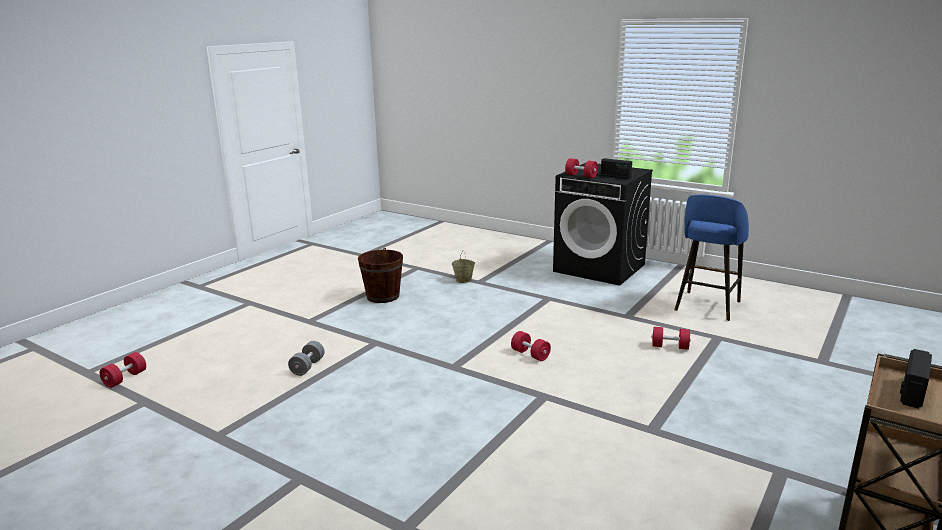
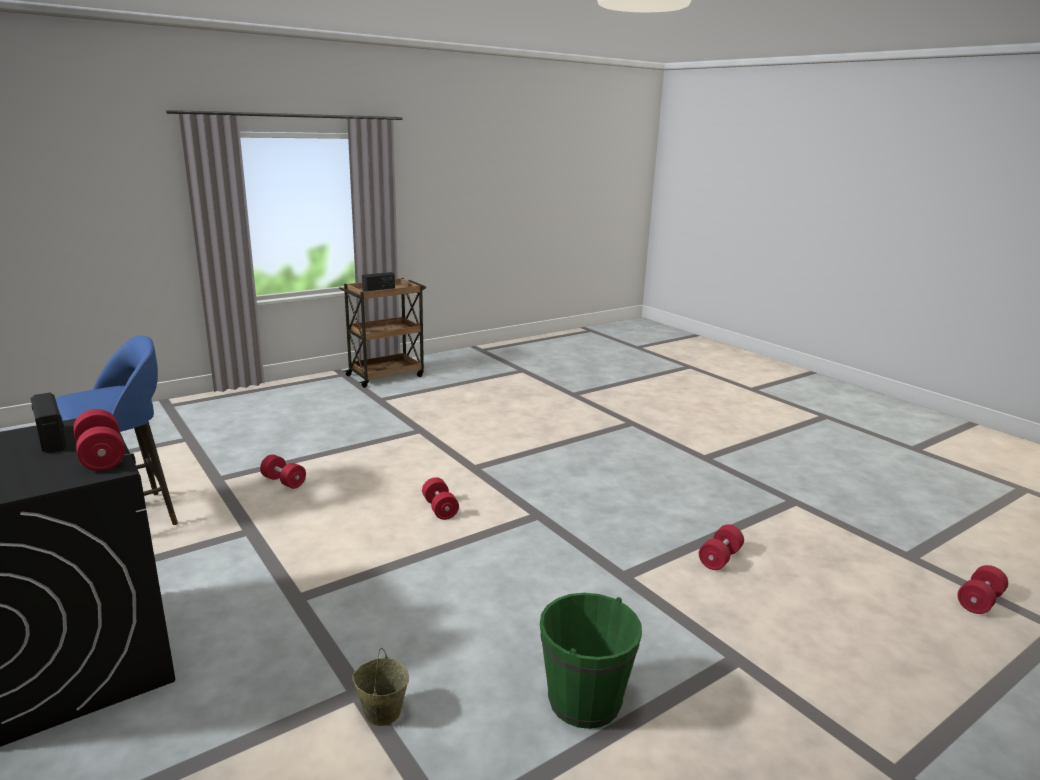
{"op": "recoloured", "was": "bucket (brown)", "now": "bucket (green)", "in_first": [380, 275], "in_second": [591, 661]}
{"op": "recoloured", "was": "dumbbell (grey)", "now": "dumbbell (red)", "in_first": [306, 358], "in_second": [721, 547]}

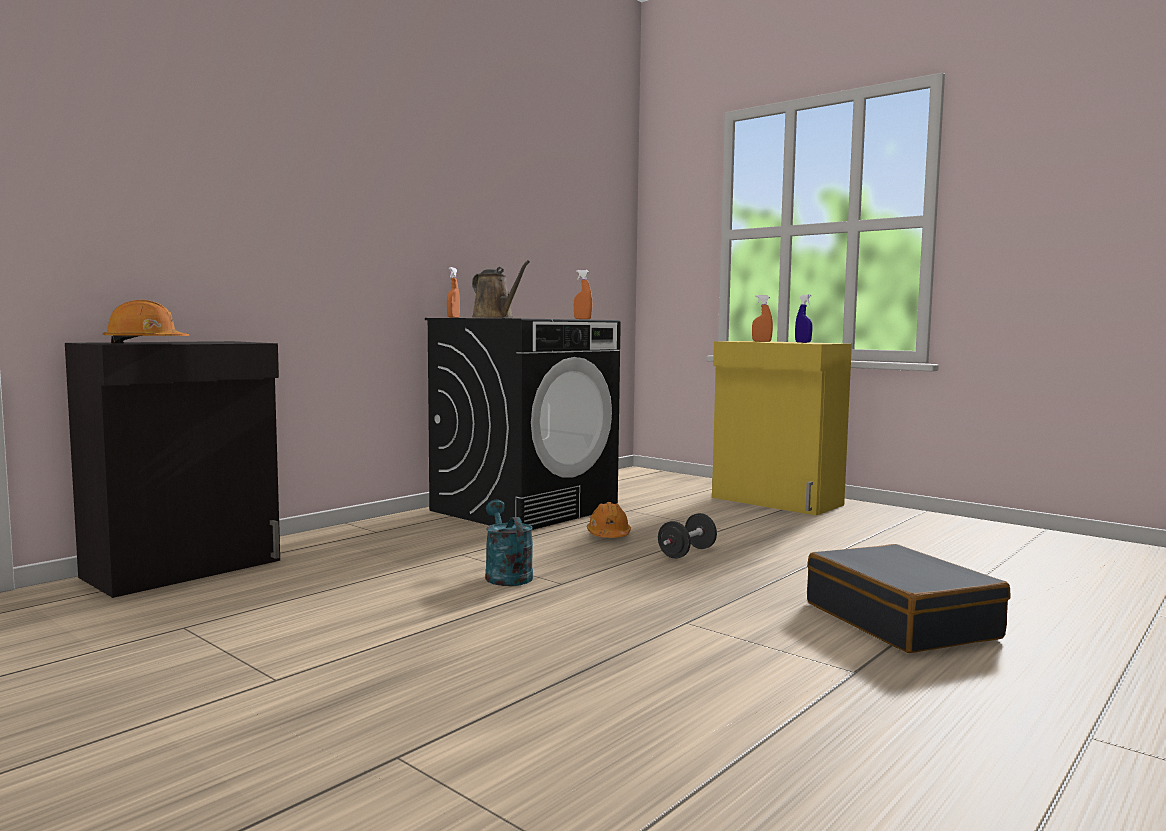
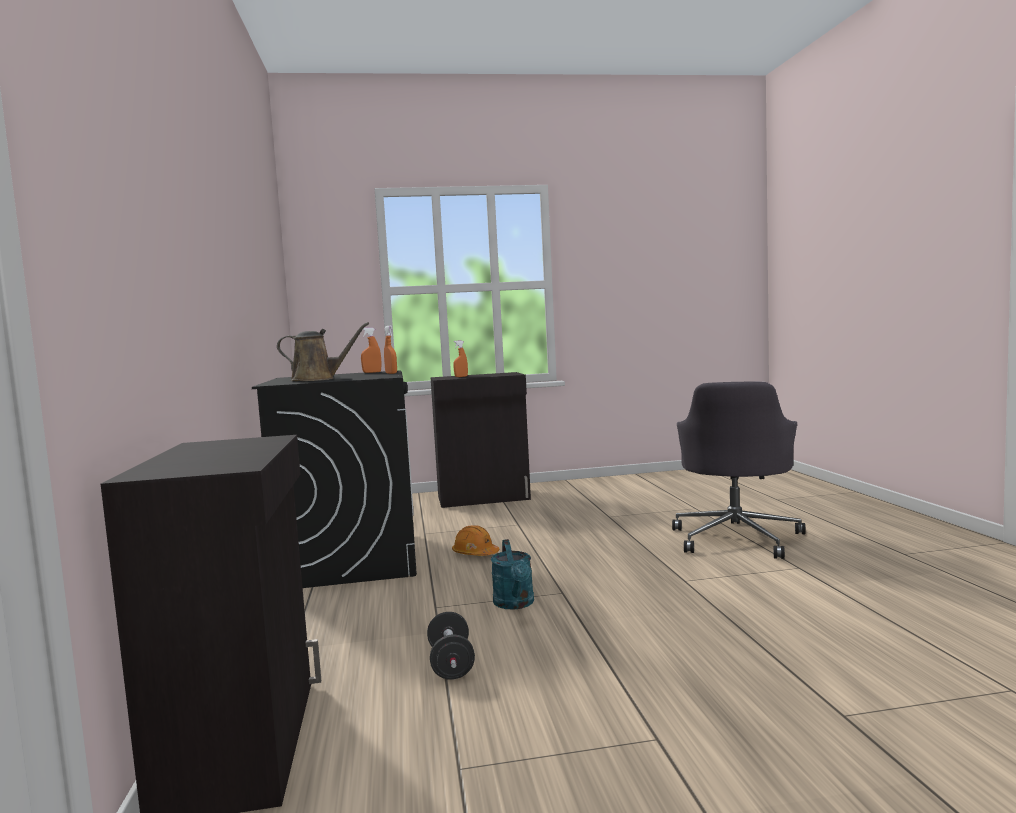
{"op": "moved", "was": "spray bottle (orange)", "in_first": [453, 292], "in_second": [390, 350]}
{"op": "moved", "was": "dumbbell (black)", "in_first": [687, 536], "in_second": [451, 646]}
{"op": "recoloured", "was": "cabinet (yellow)", "now": "cabinet (black)", "in_first": [782, 428], "in_second": [481, 440]}
{"op": "turned", "was": "watering can (turquoise)", "in_first": [509, 543], "in_second": [512, 574], "clockwise": -120}
{"op": "replaced", "was": "suitcase (black)", "now": "office chair (grey)", "in_first": [909, 598], "in_second": [738, 470]}
{"op": "removed", "was": "hard hat (orange)", "in_first": [146, 321]}
{"op": "removed", "was": "spray bottle (blue)", "in_first": [804, 318]}

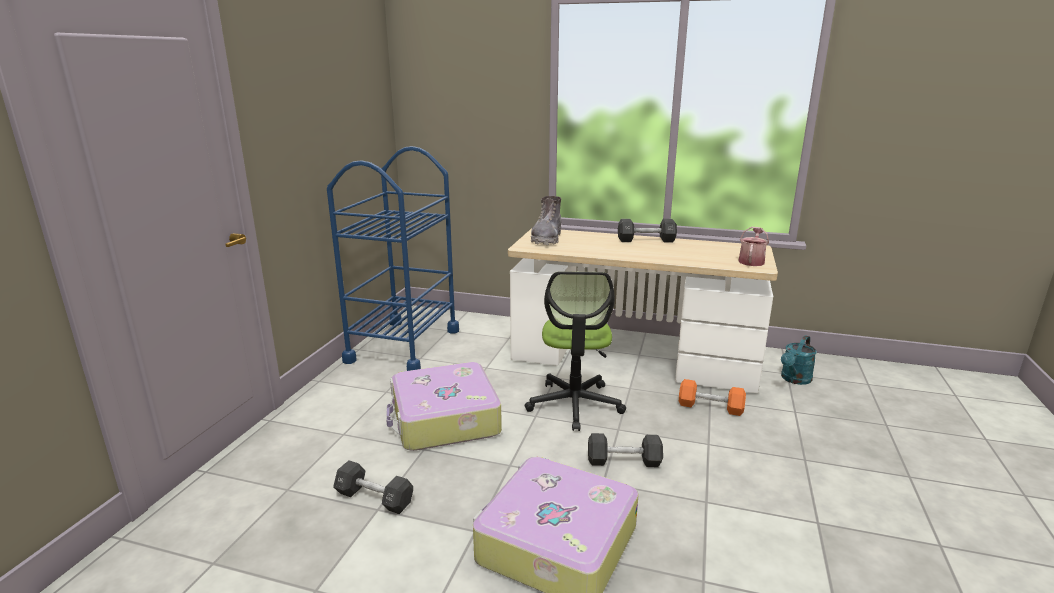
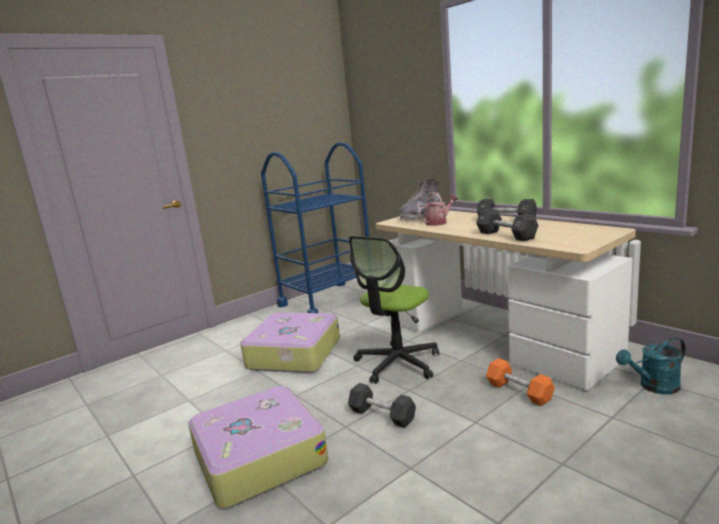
{"op": "moved", "was": "watering can", "in_first": [753, 246], "in_second": [438, 209]}
{"op": "moved", "was": "dumbbell (black)", "in_first": [373, 487], "in_second": [507, 225]}

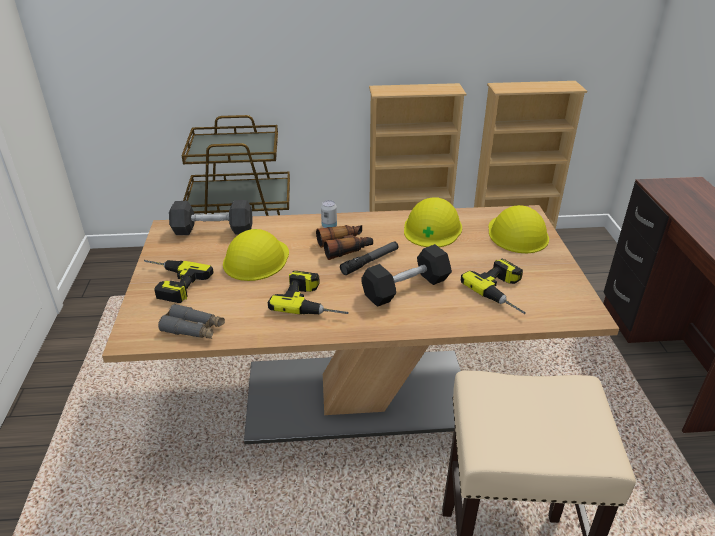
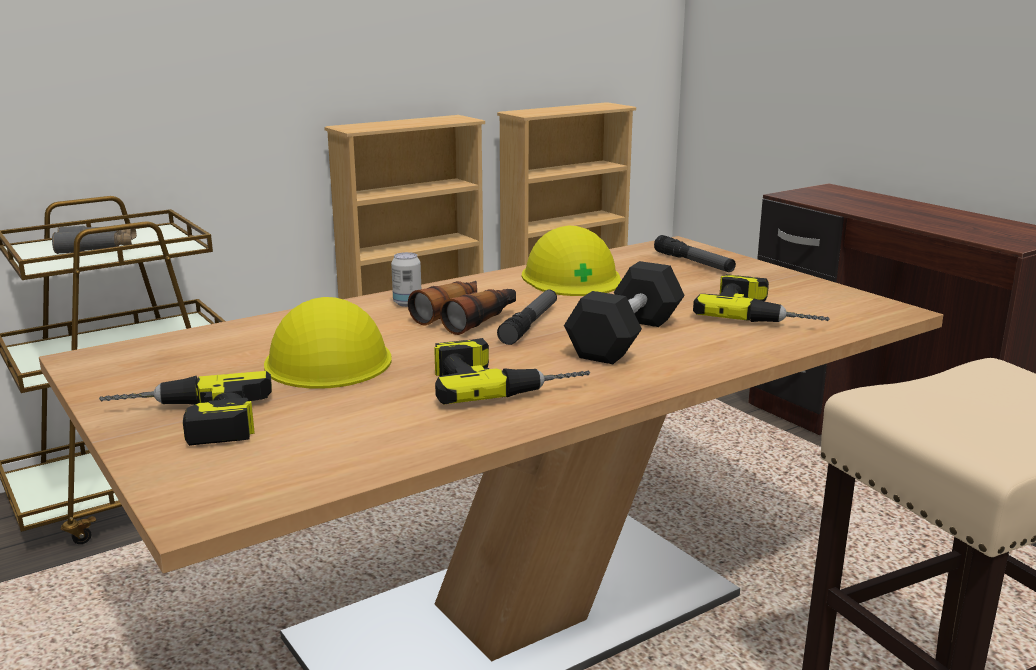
{"op": "moved", "was": "binoculars (grey)", "in_first": [191, 321], "in_second": [94, 240]}
{"op": "replaced", "was": "hard hat (yellow)", "now": "flashlight", "in_first": [519, 229], "in_second": [695, 253]}
{"op": "removed", "was": "dumbbell (grey)", "in_first": [211, 217]}

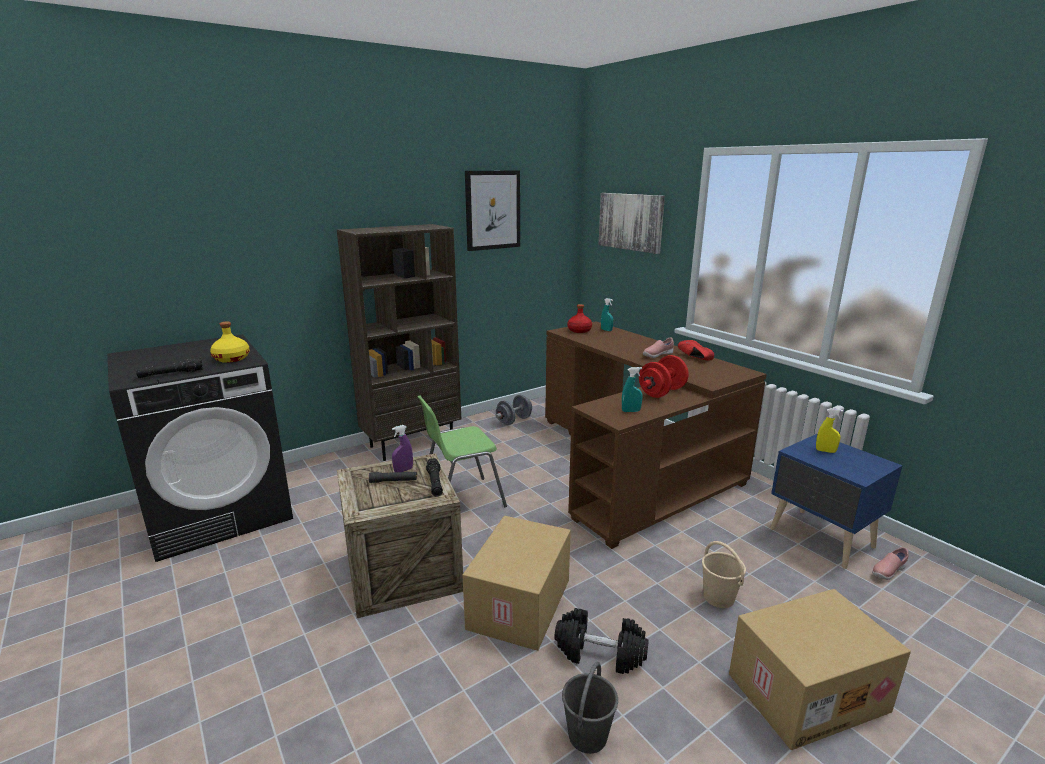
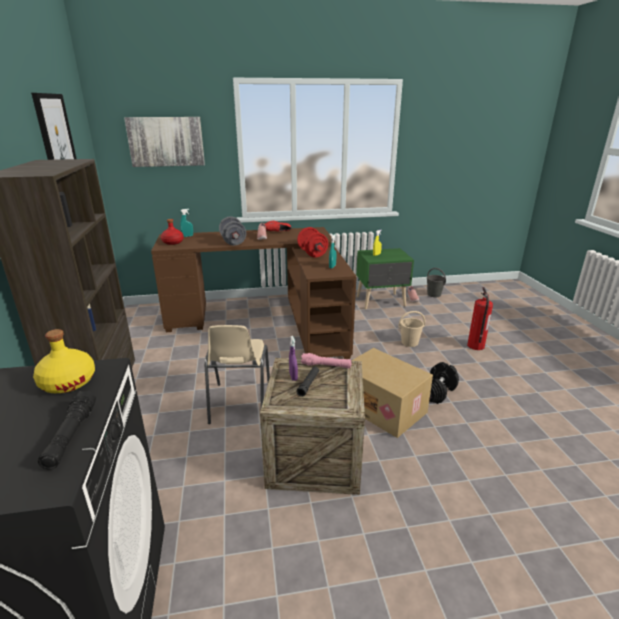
{"op": "recoloured", "was": "chair (green)", "now": "chair (beige)", "in_first": [462, 451], "in_second": [237, 374]}
{"op": "moved", "was": "dumbbell (grey)", "in_first": [513, 410], "in_second": [232, 230]}
{"op": "recoloured", "was": "flashlight (black)", "now": "flashlight (pink)", "in_first": [434, 477], "in_second": [326, 361]}
{"op": "recoloured", "was": "nightstand (blue)", "now": "nightstand (green)", "in_first": [836, 501], "in_second": [385, 278]}
{"op": "moved", "was": "bucket (grey)", "in_first": [590, 708], "in_second": [436, 282]}
{"op": "replaced", "was": "cardboard box", "now": "fire extinguisher", "in_first": [820, 669], "in_second": [480, 318]}

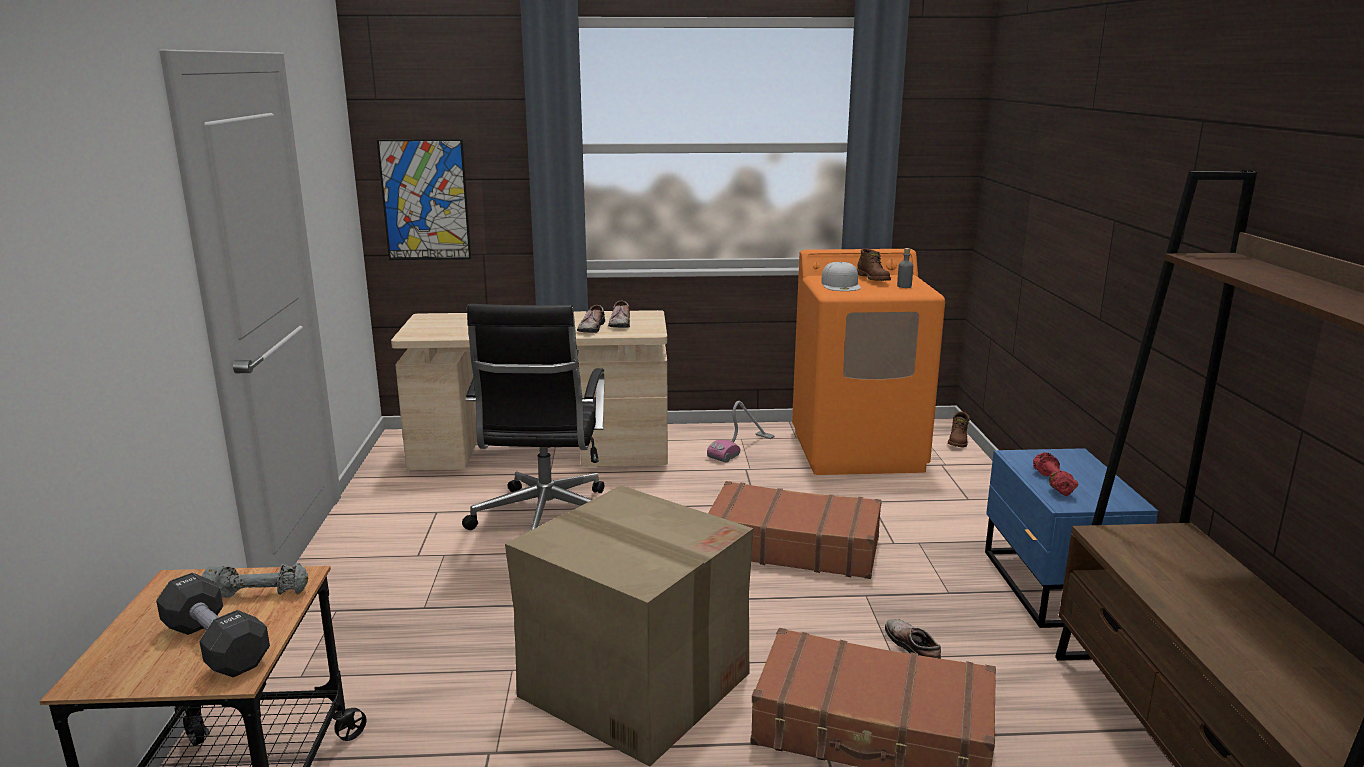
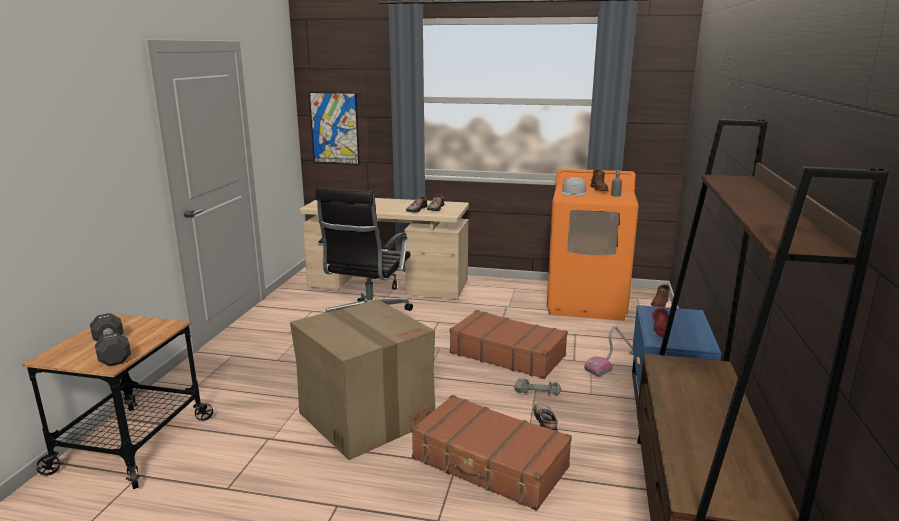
{"op": "moved", "was": "dumbbell (grey)", "in_first": [255, 580], "in_second": [537, 387]}
{"op": "moved", "was": "vacuum cleaner", "in_first": [741, 432], "in_second": [608, 351]}

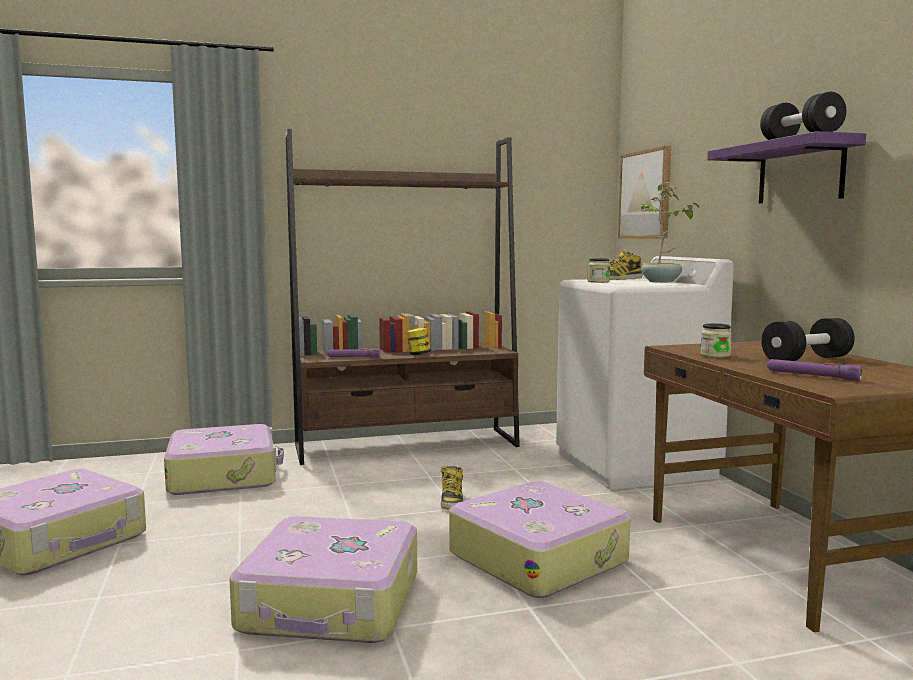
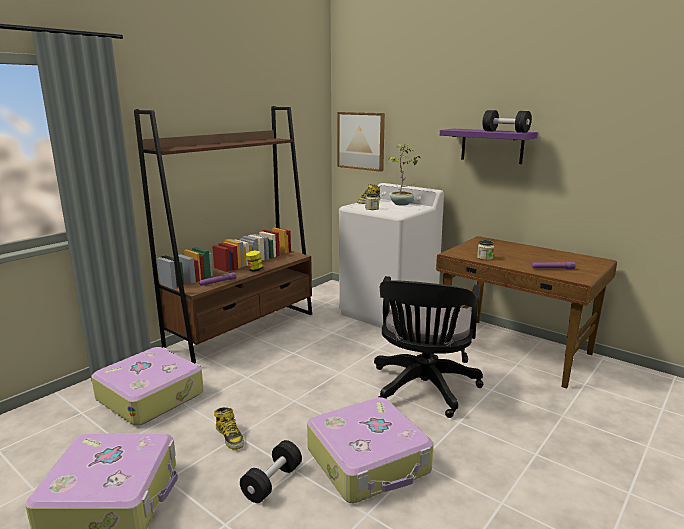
{"op": "moved", "was": "boot", "in_first": [452, 488], "in_second": [229, 428]}
{"op": "moved", "was": "dumbbell (black)", "in_first": [808, 339], "in_second": [271, 471]}
{"op": "replaced", "was": "suitcase", "now": "office chair (black)", "in_first": [539, 539], "in_second": [428, 347]}

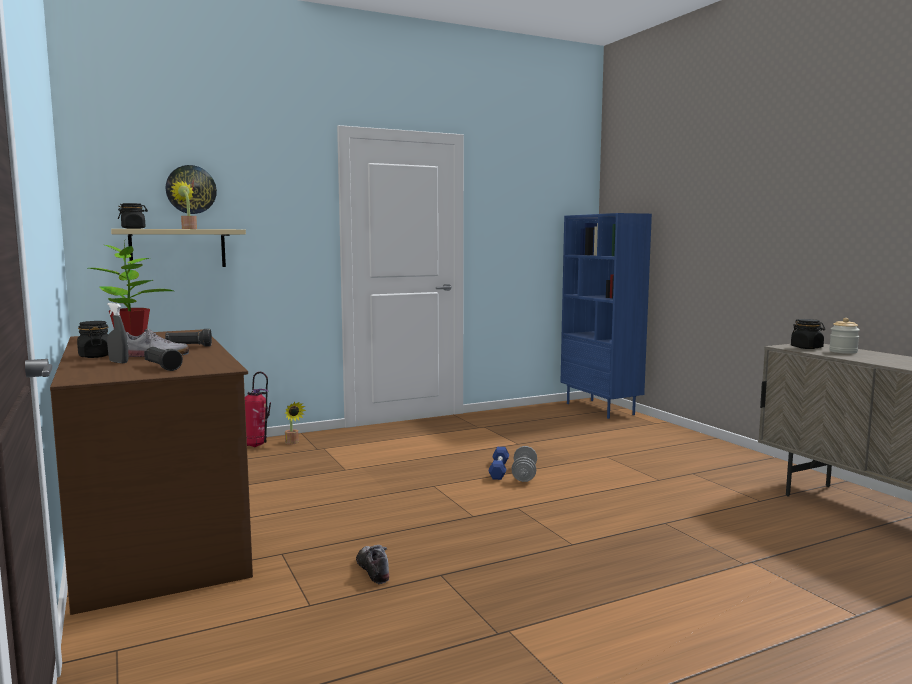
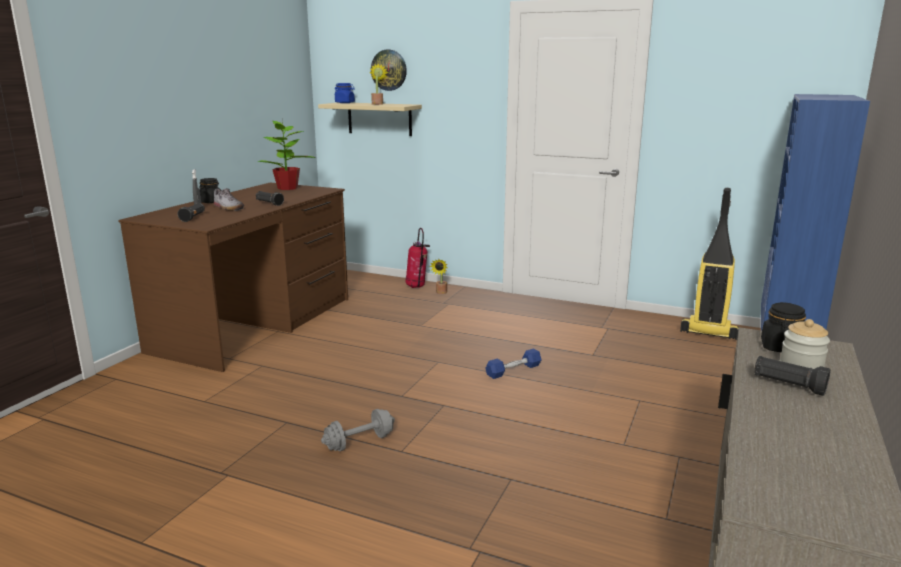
{"op": "moved", "was": "dumbbell (grey)", "in_first": [524, 464], "in_second": [358, 430]}
{"op": "recoloured", "was": "jar (black)", "now": "jar (blue)", "in_first": [133, 216], "in_second": [344, 93]}
{"op": "added", "now": "vacuum cleaner", "in_second": [709, 264]}
{"op": "added", "now": "flashlight (black)", "in_second": [792, 376]}
{"op": "removed", "was": "shoe", "in_first": [372, 564]}

